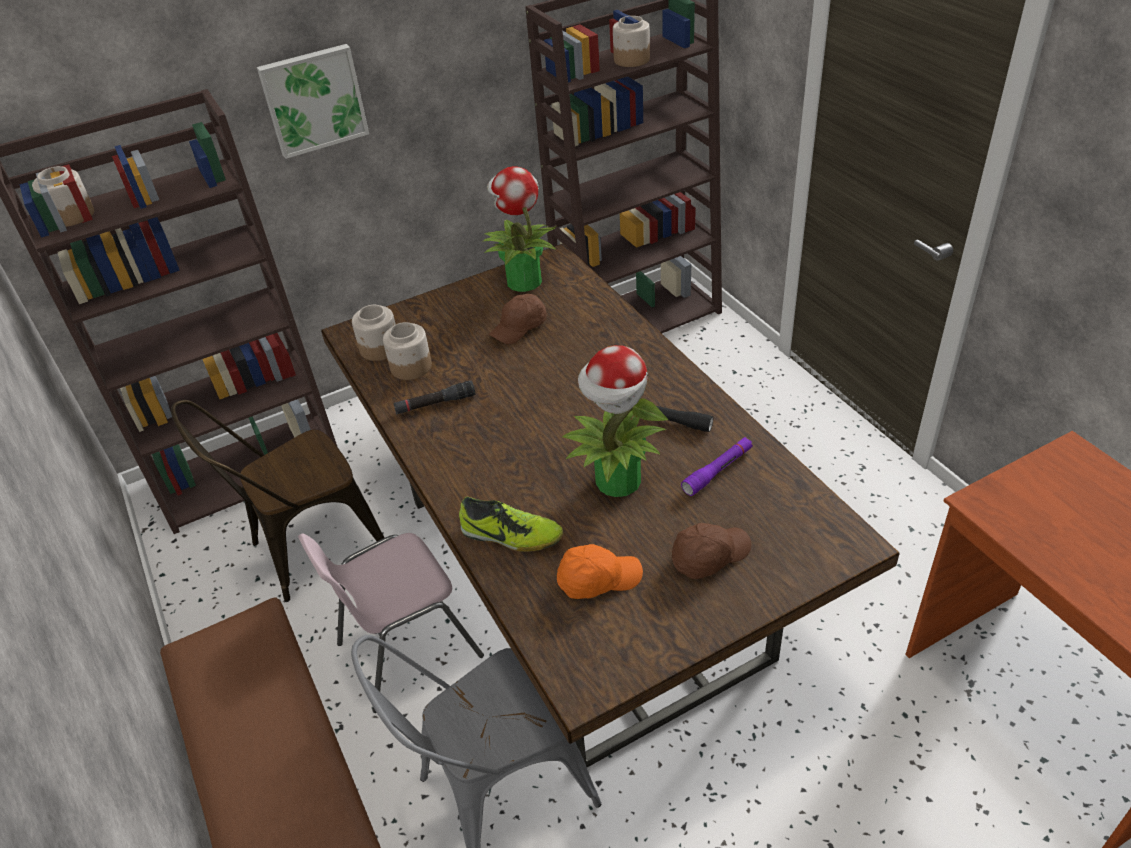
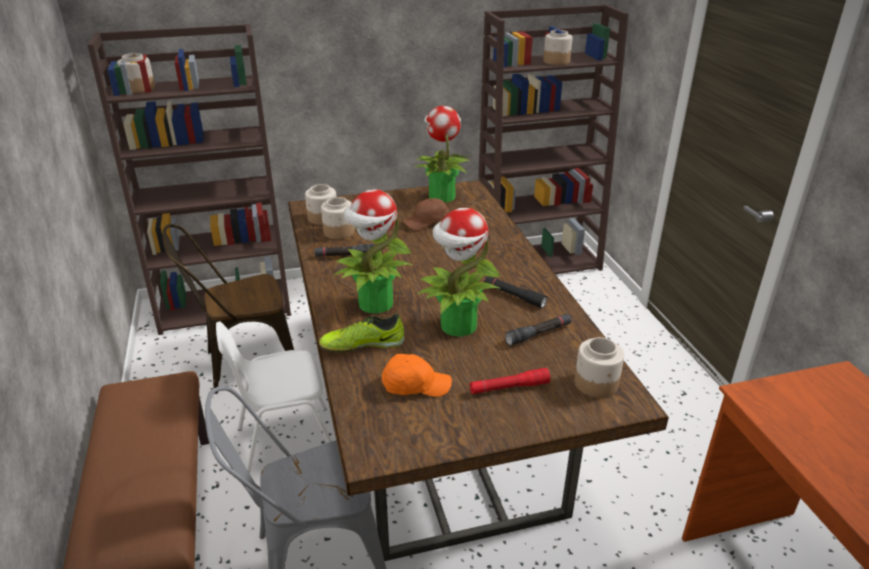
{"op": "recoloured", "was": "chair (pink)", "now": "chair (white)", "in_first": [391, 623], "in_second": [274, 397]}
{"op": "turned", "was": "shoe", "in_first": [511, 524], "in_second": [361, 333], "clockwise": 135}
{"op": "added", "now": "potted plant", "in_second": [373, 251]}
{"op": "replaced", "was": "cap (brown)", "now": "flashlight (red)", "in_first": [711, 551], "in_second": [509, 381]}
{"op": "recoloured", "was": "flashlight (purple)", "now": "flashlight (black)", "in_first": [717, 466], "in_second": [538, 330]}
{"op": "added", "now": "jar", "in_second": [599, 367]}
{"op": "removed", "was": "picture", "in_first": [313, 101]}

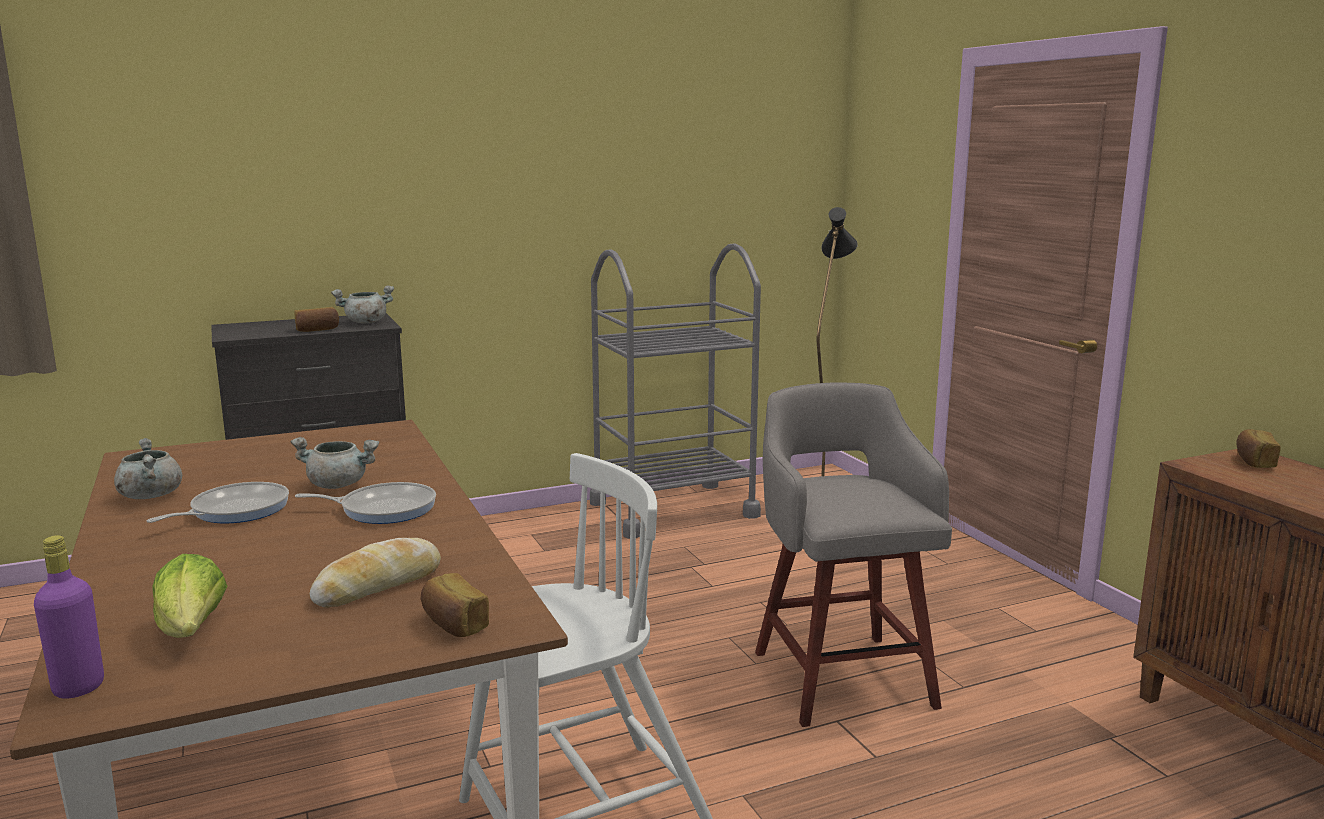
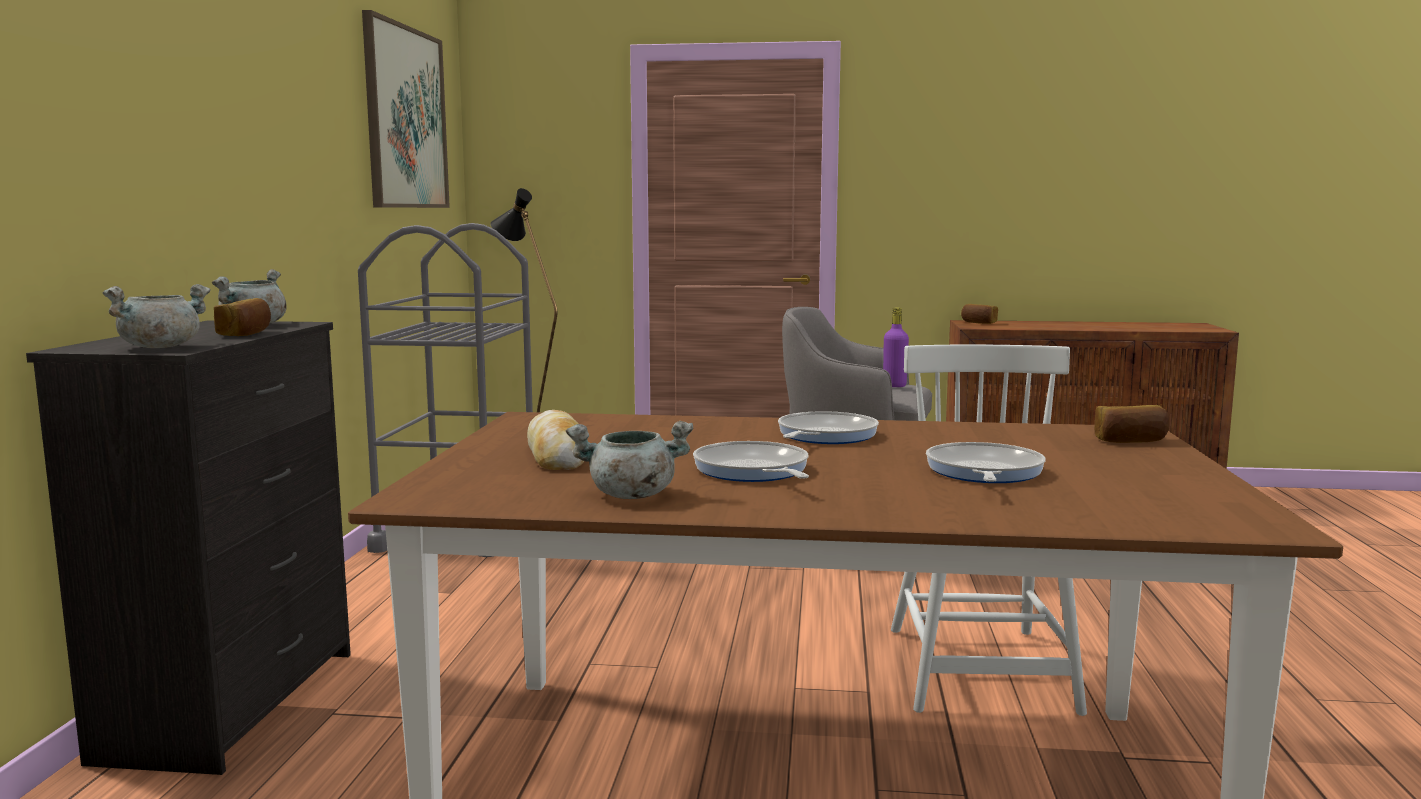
{"op": "moved", "was": "cooking pot (grey)", "in_first": [334, 463], "in_second": [156, 316]}
{"op": "added", "now": "picture", "in_second": [406, 109]}
{"op": "moved", "was": "bread", "in_first": [375, 573], "in_second": [555, 440]}
{"op": "moved", "was": "bottle (purple)", "in_first": [69, 617], "in_second": [896, 347]}
{"op": "added", "now": "frying pan", "in_second": [986, 462]}
{"op": "removed", "was": "lettuce", "in_first": [190, 596]}

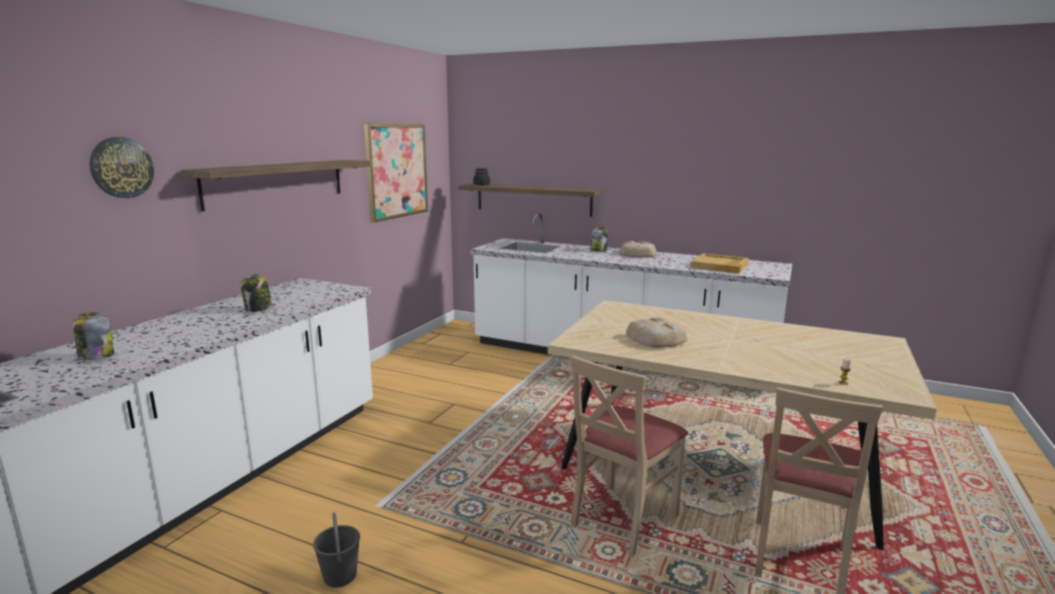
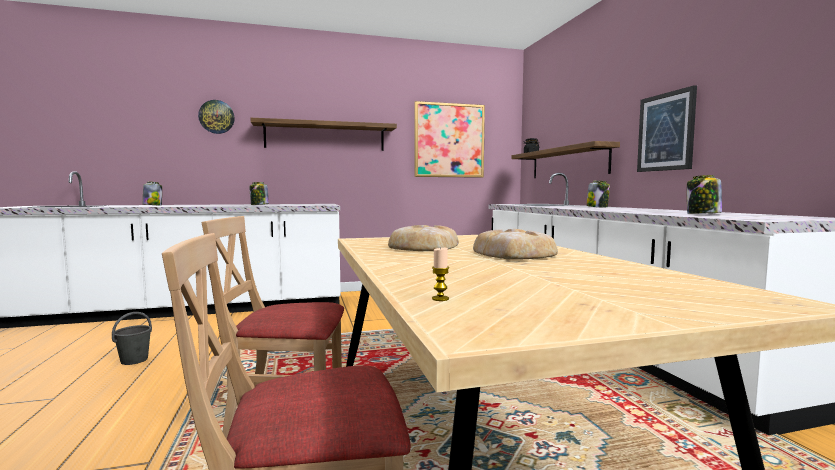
{"op": "moved", "was": "bread", "in_first": [638, 249], "in_second": [515, 244]}
{"op": "added", "now": "picture", "in_second": [667, 128]}
{"op": "replaced", "was": "tray (beige)", "now": "jar", "in_first": [720, 263], "in_second": [704, 194]}

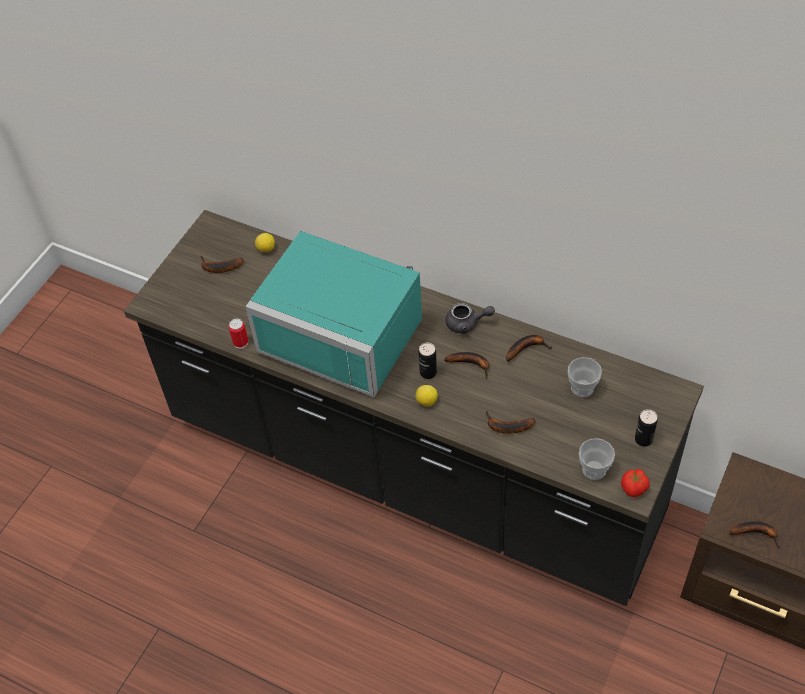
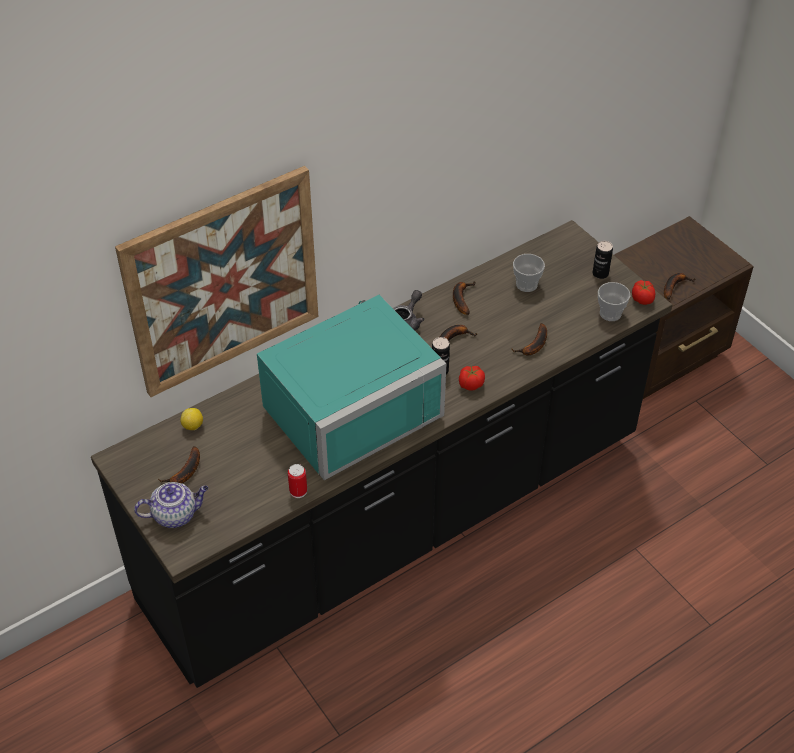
{"op": "added", "now": "picture", "in_second": [217, 281]}
{"op": "added", "now": "teapot", "in_second": [171, 505]}
{"op": "replaced", "was": "lemon", "now": "tomato", "in_first": [427, 396], "in_second": [472, 378]}

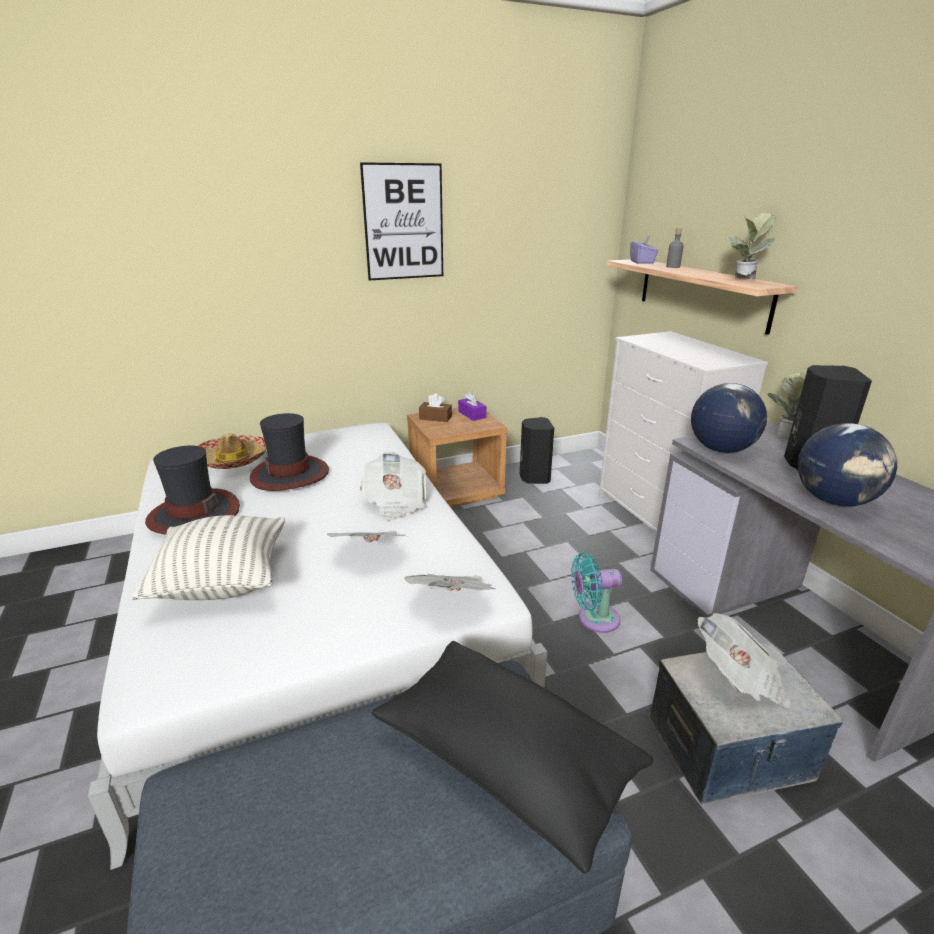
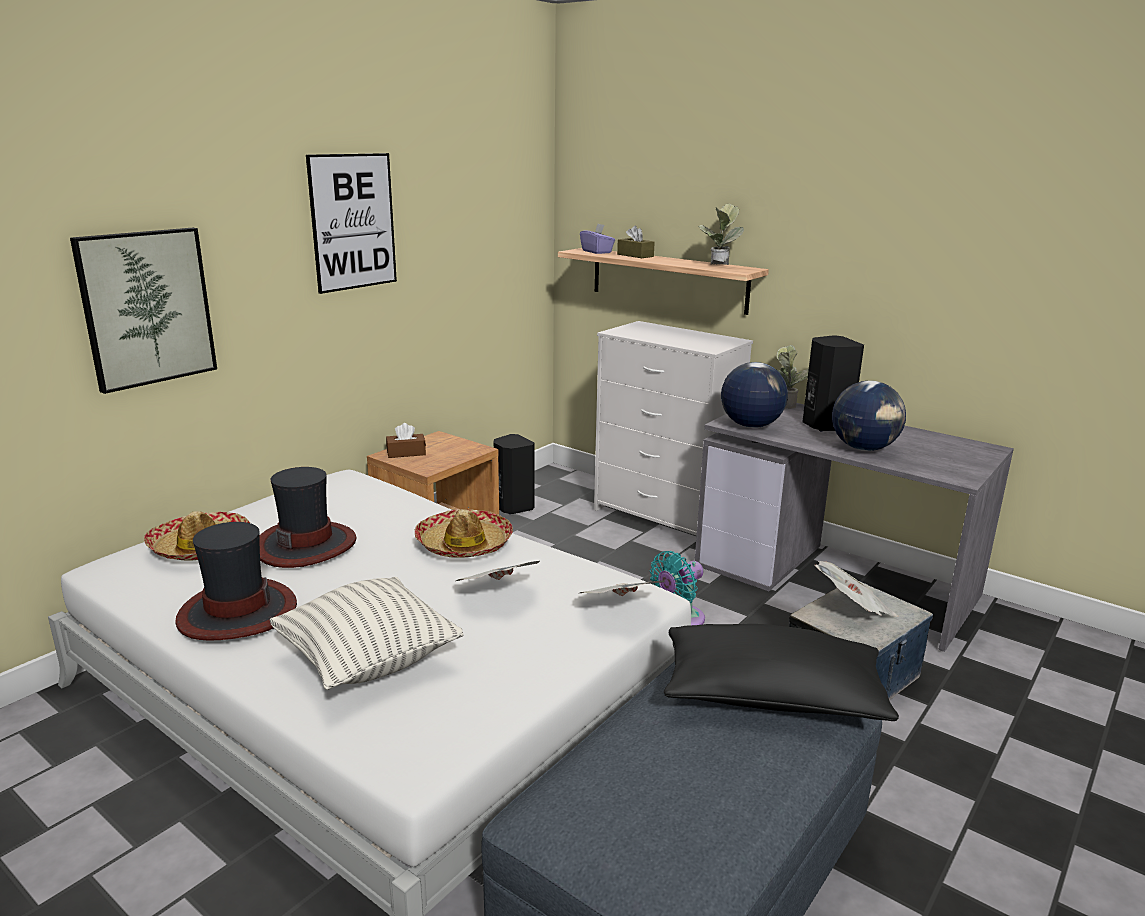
{"op": "added", "now": "picture", "in_second": [143, 311]}
{"op": "replaced", "was": "newspaper", "now": "hat", "in_first": [393, 486], "in_second": [464, 533]}
{"op": "replaced", "was": "bottle (grey)", "now": "tissue box (brown)", "in_first": [675, 248], "in_second": [636, 242]}
{"op": "removed", "was": "tissue box (purple)", "in_first": [472, 406]}

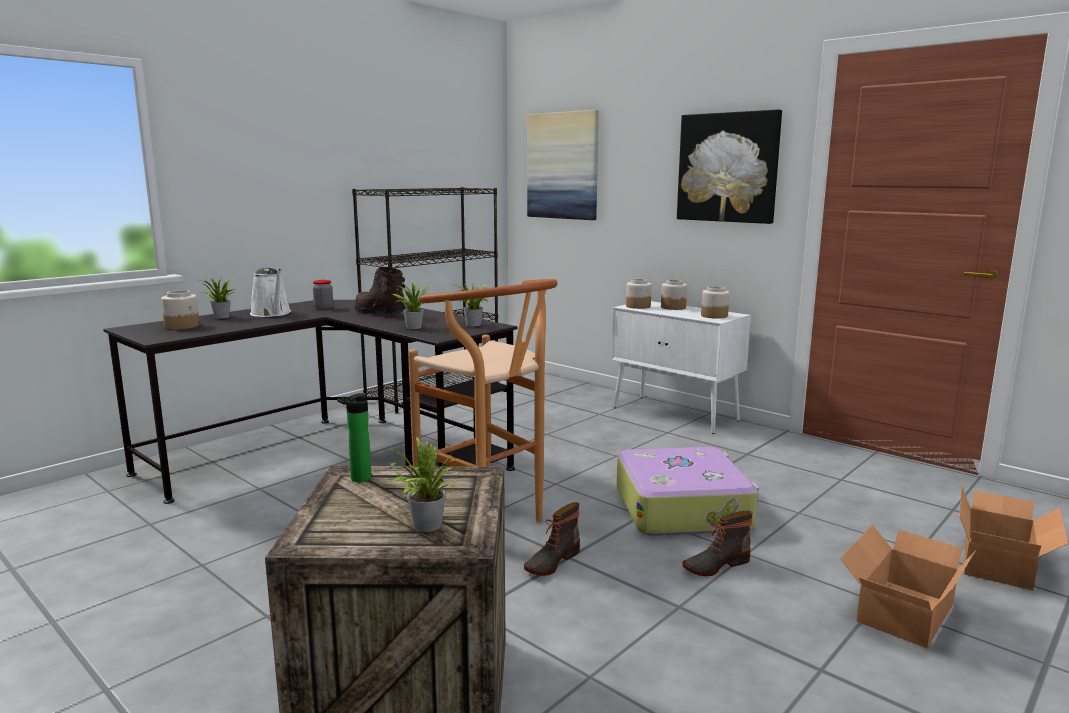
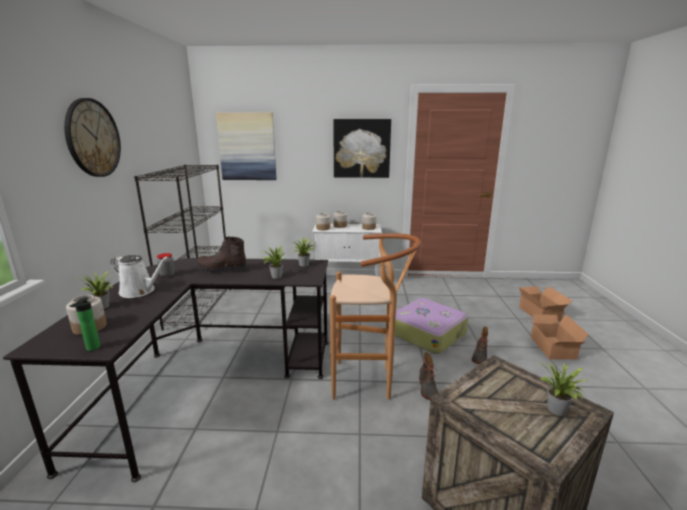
{"op": "added", "now": "wall clock", "in_second": [92, 137]}
{"op": "moved", "was": "bottle", "in_first": [354, 437], "in_second": [85, 324]}

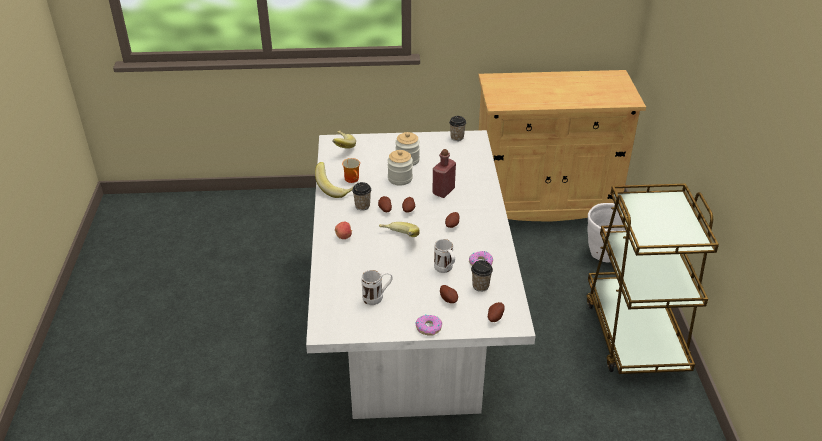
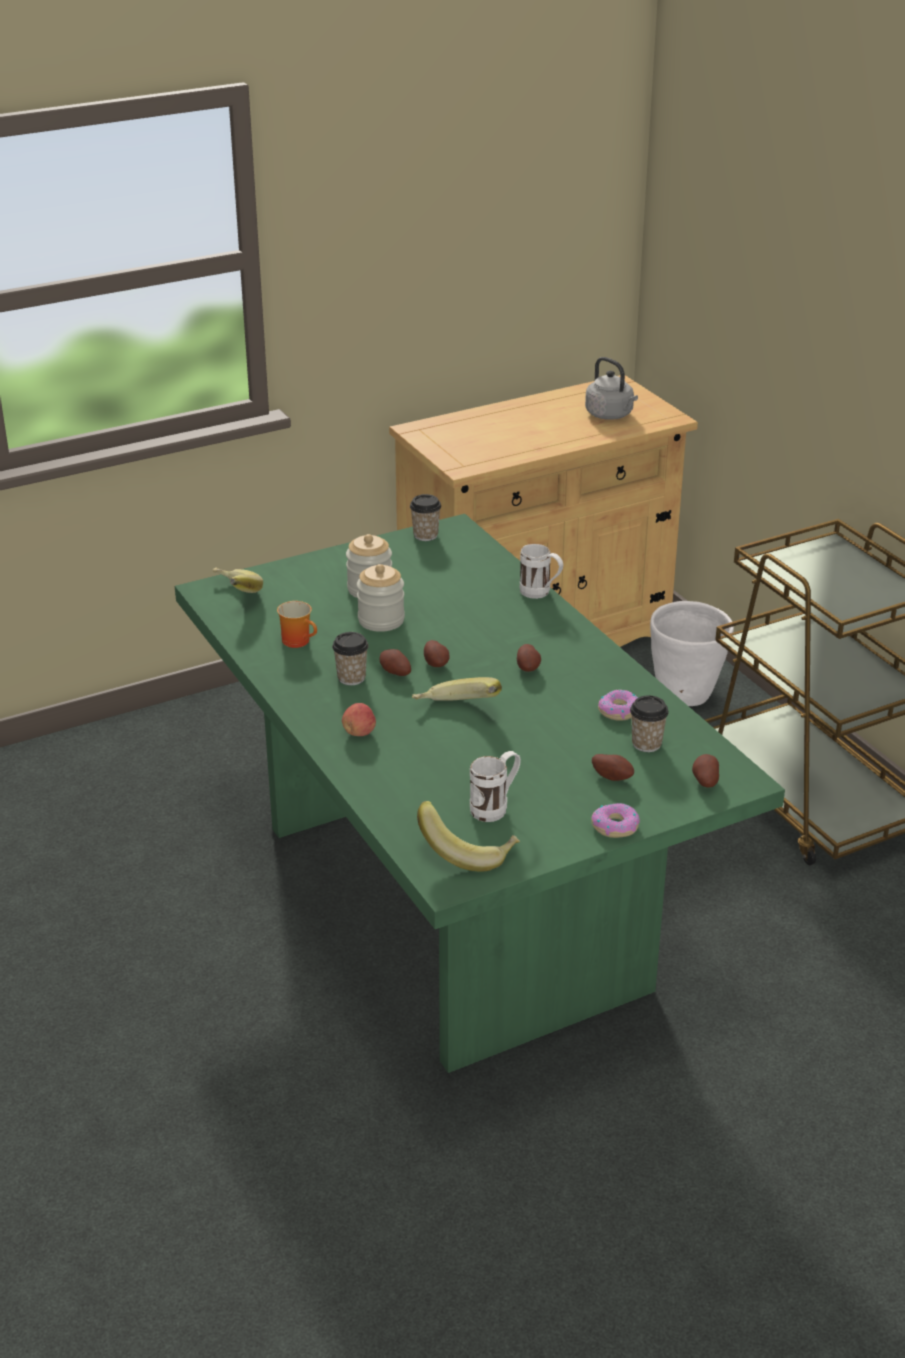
{"op": "recoloured", "was": "dining table (white)", "now": "dining table (green)", "in_first": [421, 274], "in_second": [480, 793]}
{"op": "moved", "was": "banana", "in_first": [334, 180], "in_second": [468, 836]}
{"op": "moved", "was": "mug (white)", "in_first": [444, 256], "in_second": [541, 571]}
{"op": "added", "now": "kettle (grey)", "in_second": [611, 388]}
{"op": "removed", "was": "bottle (red)", "in_first": [444, 173]}

